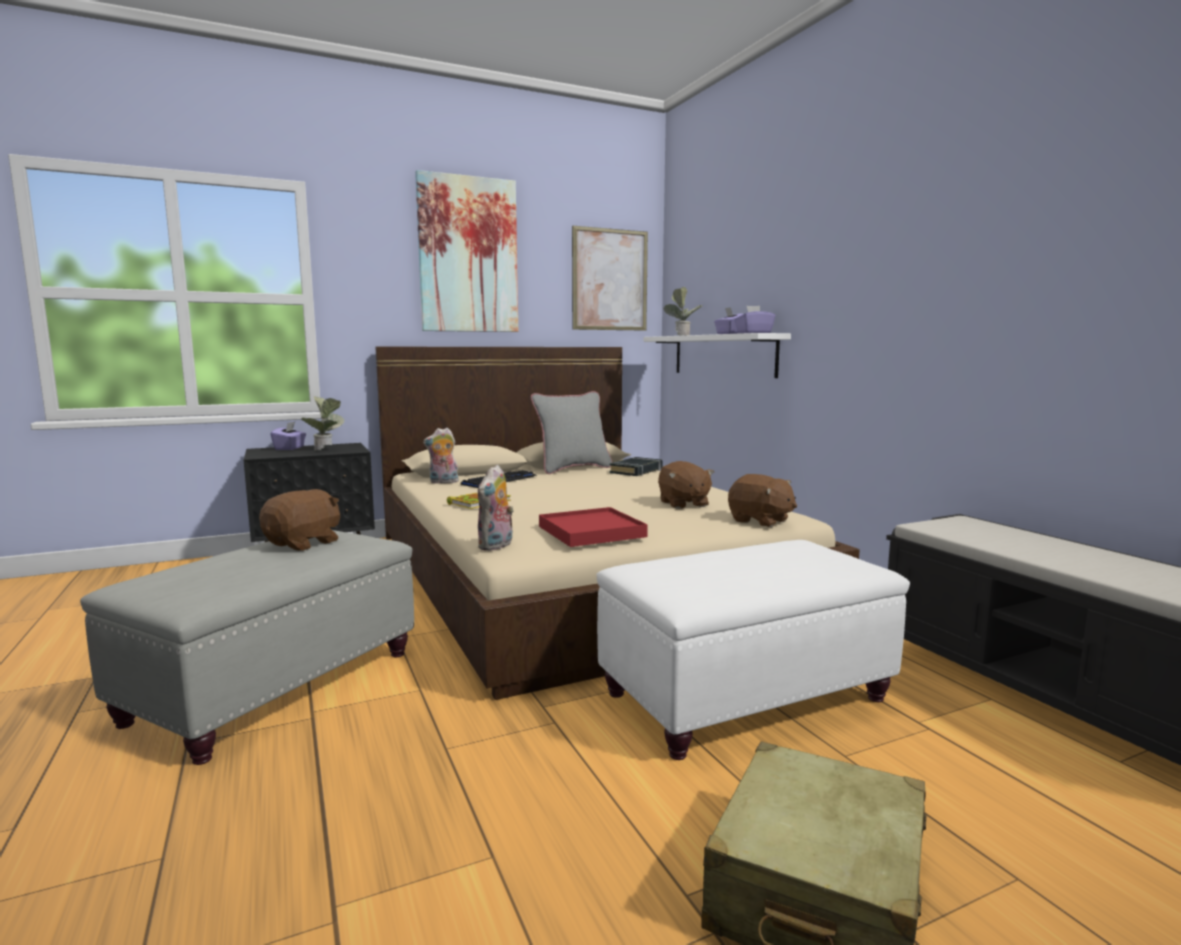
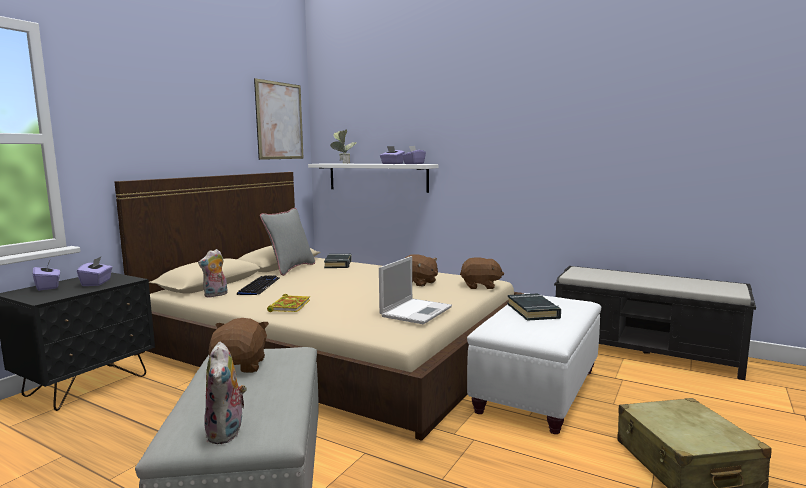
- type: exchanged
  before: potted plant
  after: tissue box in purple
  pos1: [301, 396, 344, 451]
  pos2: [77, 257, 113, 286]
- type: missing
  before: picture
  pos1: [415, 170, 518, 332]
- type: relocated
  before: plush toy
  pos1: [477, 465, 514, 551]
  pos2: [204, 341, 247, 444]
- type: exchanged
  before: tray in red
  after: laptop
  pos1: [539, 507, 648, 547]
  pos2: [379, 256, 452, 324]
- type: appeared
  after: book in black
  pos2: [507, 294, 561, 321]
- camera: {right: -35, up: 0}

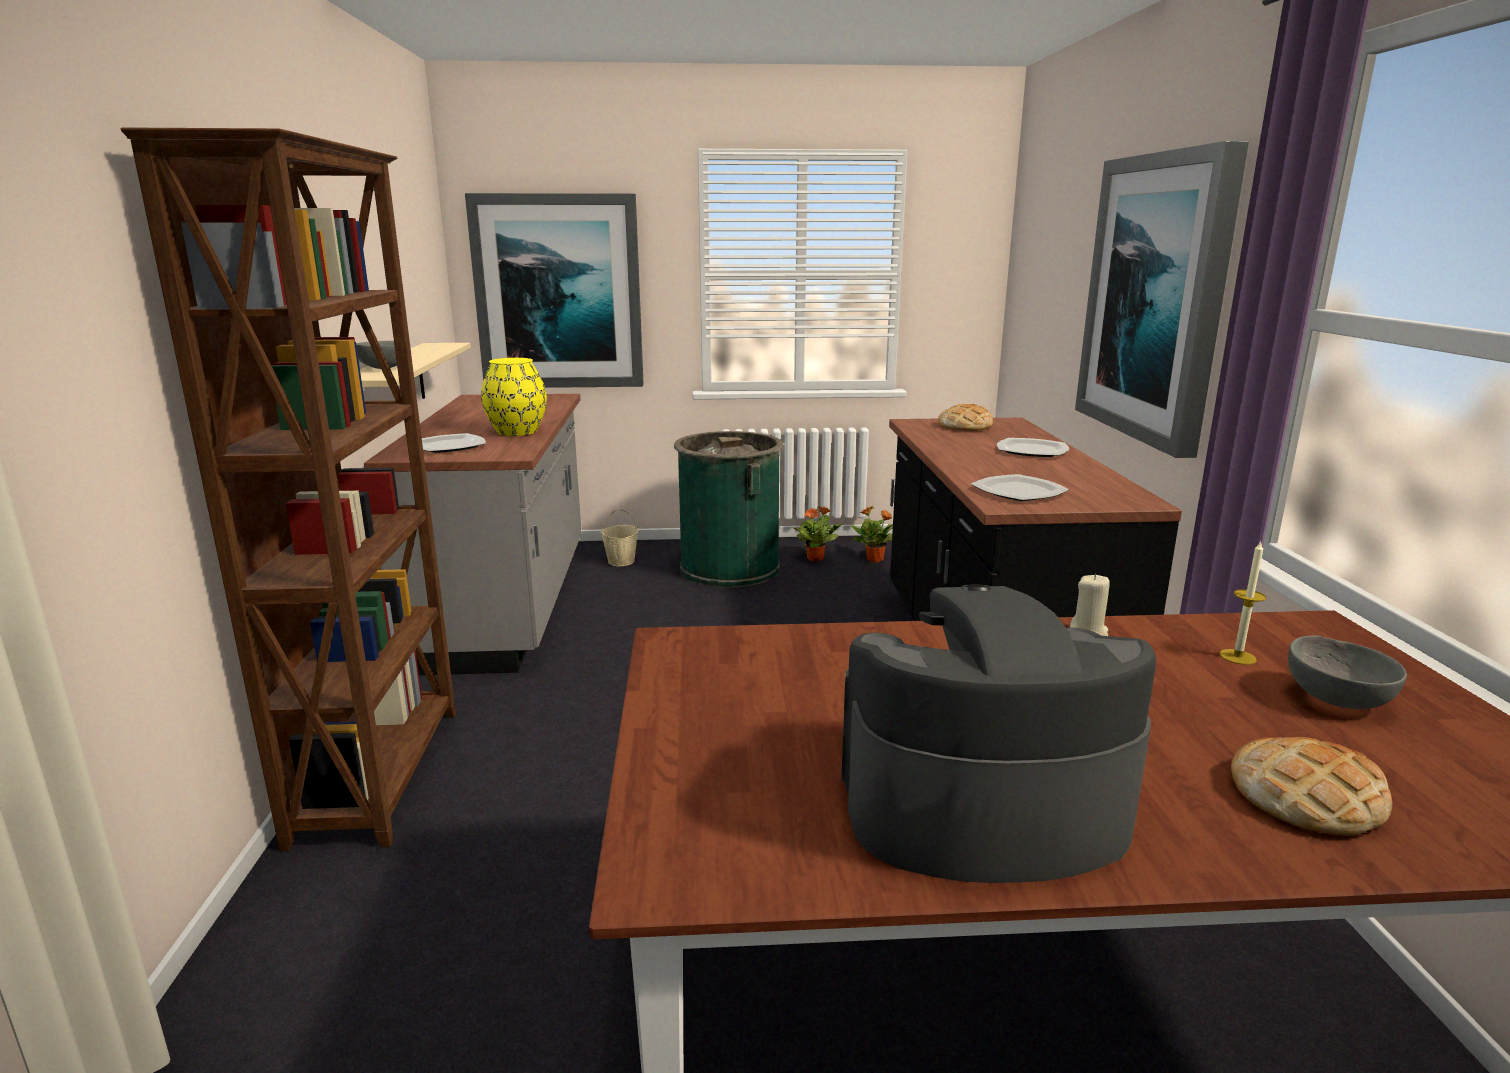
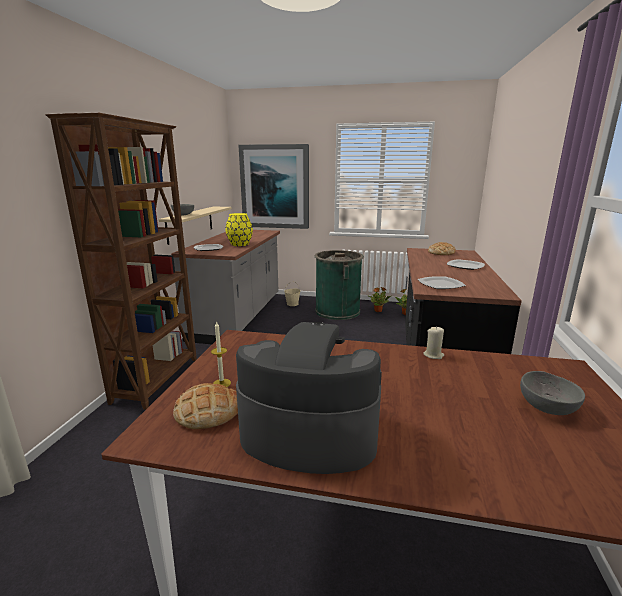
- type: missing
  before: picture
  pos1: [1075, 141, 1249, 458]
- type: relocated
  before: candle
  pos1: [1220, 541, 1266, 665]
  pos2: [211, 321, 231, 387]
- type: relocated
  before: bread
  pos1: [1231, 737, 1392, 836]
  pos2: [173, 383, 238, 429]
- camera: {right: 15, up: 0}

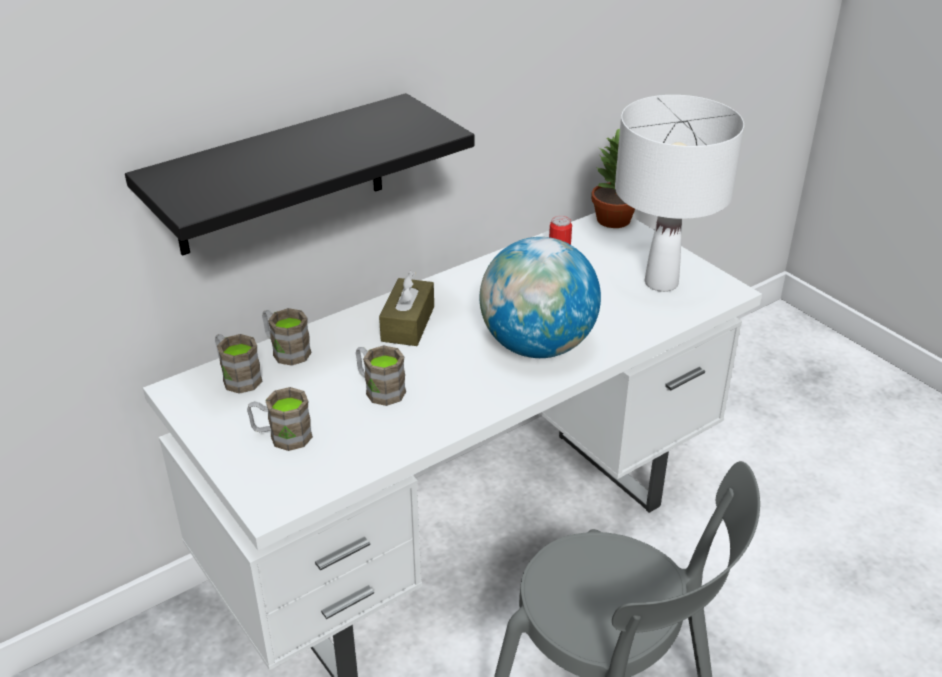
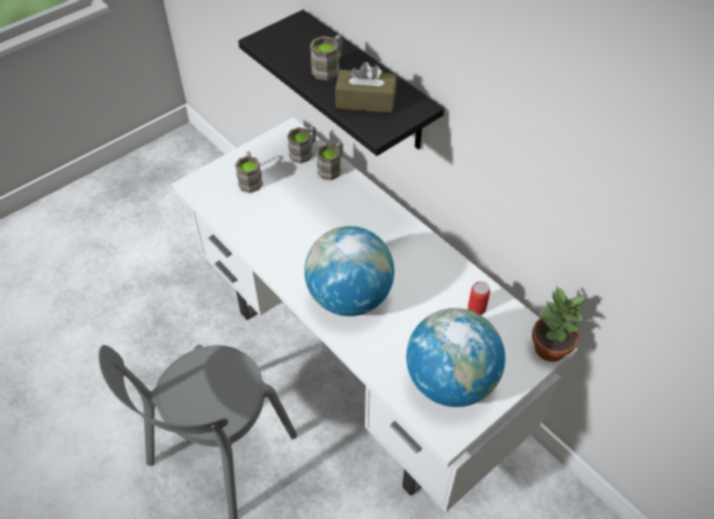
- type: relocated
  before: mug in brown
  pos1: [356, 345, 406, 406]
  pos2: [310, 35, 342, 81]
- type: relocated
  before: tissue box in brown
  pos1: [379, 271, 434, 346]
  pos2: [335, 62, 397, 113]
- type: exchanged
  before: table lamp in white
  after: globe
  pos1: [615, 95, 744, 292]
  pos2: [406, 308, 505, 407]
- camera: {right: 85, up: 15}

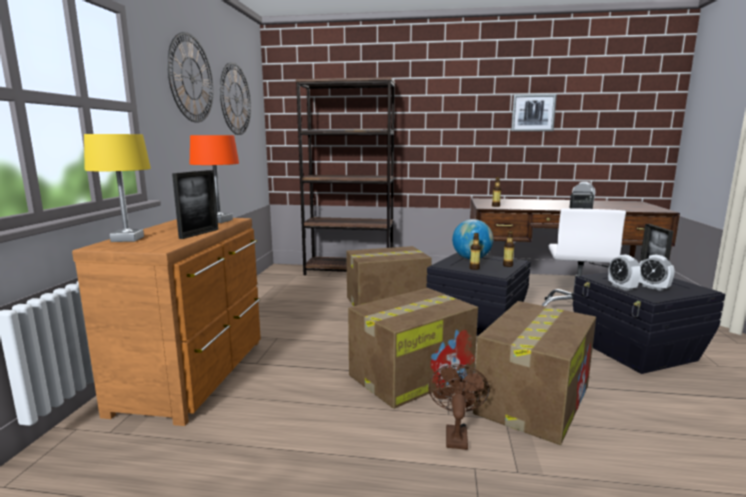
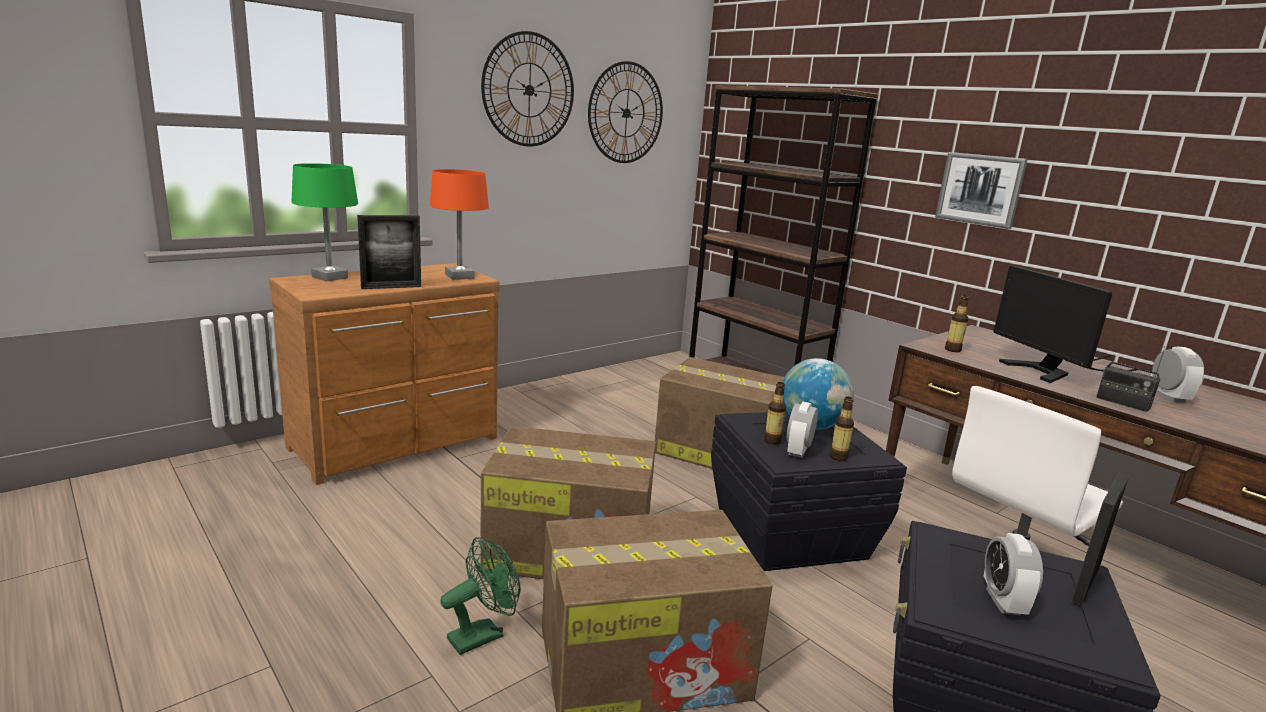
- type: colour
  before: table lamp in yellow
  after: table lamp in green
  pos1: [84, 134, 151, 242]
  pos2: [291, 163, 358, 282]
- type: colour
  before: fan in brown
  after: fan in green
  pos1: [428, 364, 489, 450]
  pos2: [440, 537, 521, 655]
- type: relocated
  before: picture
  pos1: [511, 94, 557, 131]
  pos2: [935, 152, 1028, 229]
- type: relocated
  before: alarm clock
  pos1: [608, 254, 641, 291]
  pos2: [786, 402, 818, 458]
- type: appeared
  after: monitor
  pos2: [994, 266, 1142, 383]
- camera: {right: 40, up: 5}

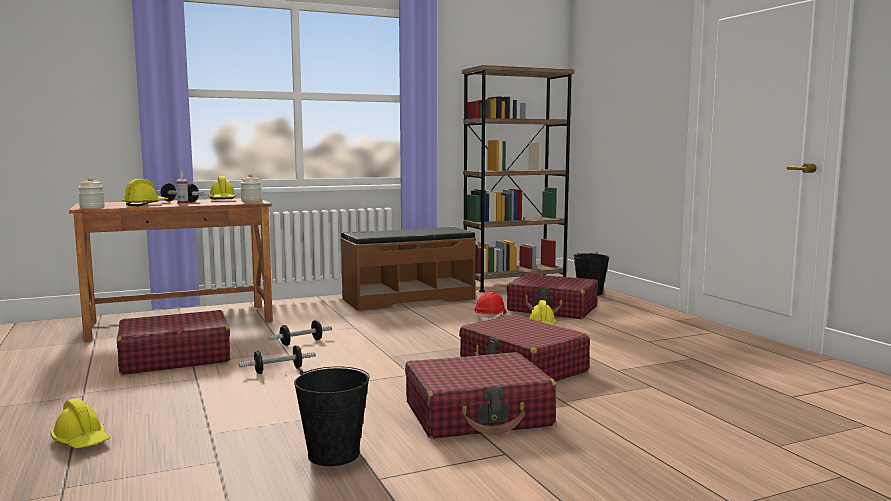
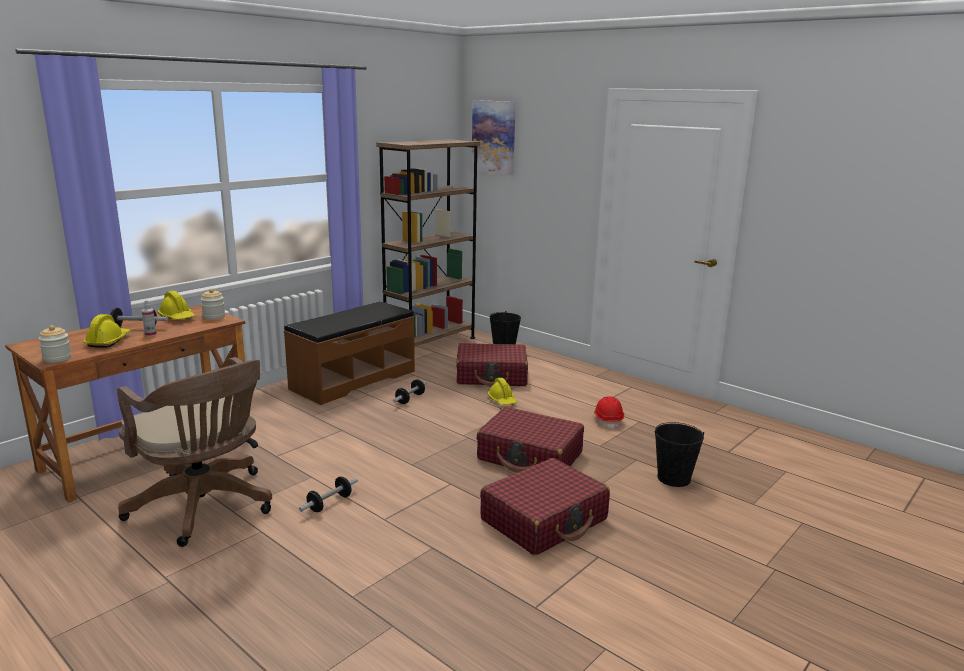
- type: missing
  before: hard hat in yellow
  pos1: [50, 398, 110, 448]
- type: exchanged
  before: suitcase in red
  after: office chair in brown
  pos1: [117, 310, 230, 375]
  pos2: [117, 357, 272, 547]
- type: relocated
  before: dumbbell
  pos1: [268, 320, 332, 346]
  pos2: [393, 379, 427, 404]
- type: relocated
  before: bucket in black
  pos1: [294, 366, 370, 466]
  pos2: [654, 422, 704, 487]
- type: relocated
  before: hard hat in red
  pos1: [475, 292, 507, 321]
  pos2: [594, 396, 624, 429]
- type: appeared
  after: picture
  pos2: [472, 100, 516, 175]
- camera: {right: -25, up: 10}

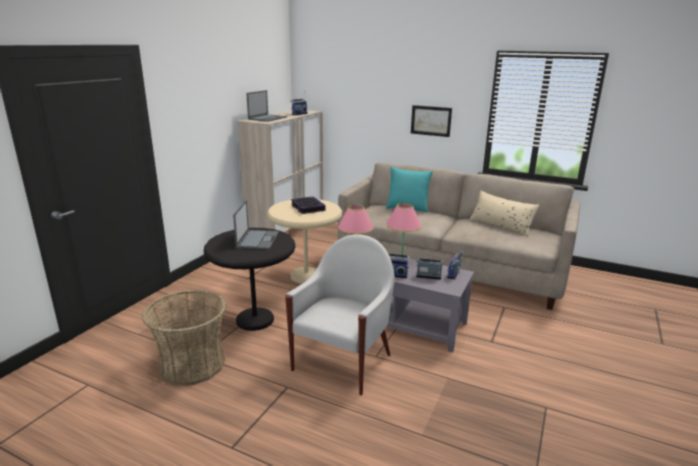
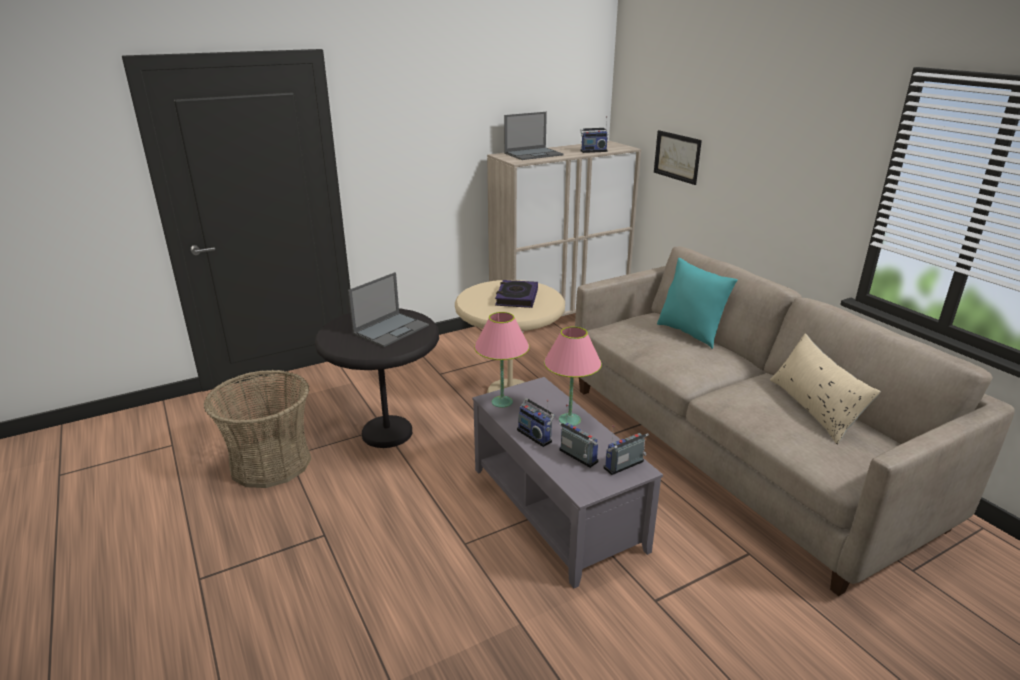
- type: missing
  before: armchair in white
  pos1: [285, 234, 395, 395]
- type: relocated
  before: picture
  pos1: [411, 105, 452, 137]
  pos2: [654, 130, 702, 185]
- camera: {right: 35, up: 5}

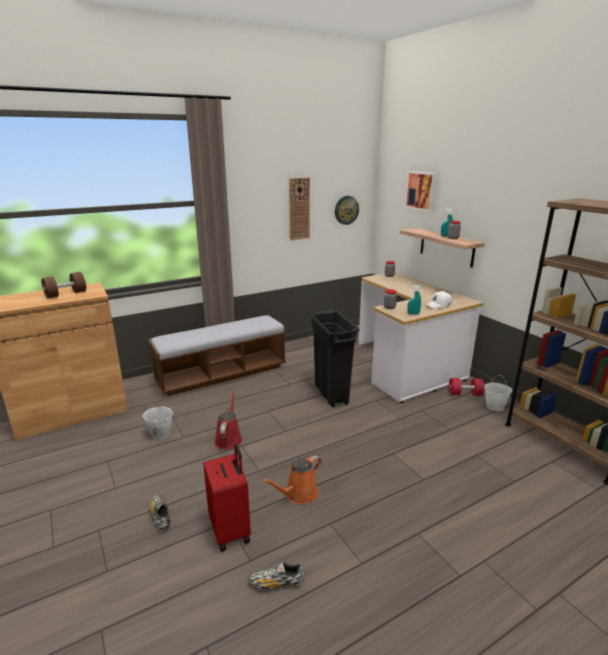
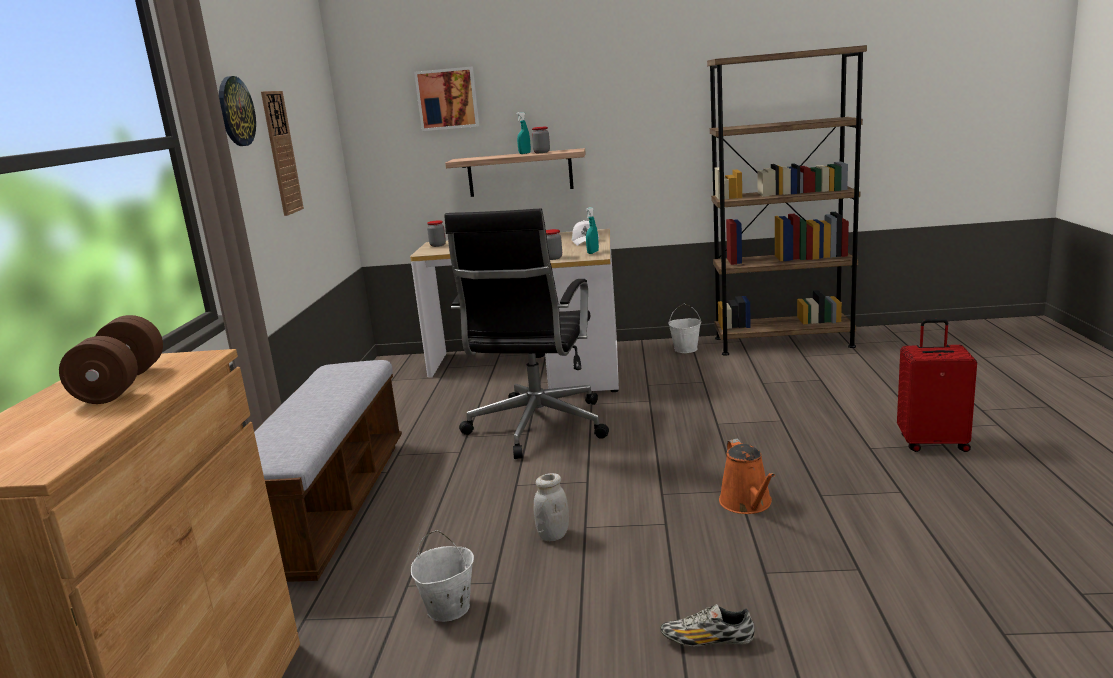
- type: relocated
  before: suitcase in red
  pos1: [203, 444, 251, 552]
  pos2: [897, 319, 977, 452]
- type: exchanged
  before: watering can in red
  after: jar in white
  pos1: [214, 390, 242, 450]
  pos2: [534, 473, 569, 541]
- type: missing
  before: shoe
  pos1: [248, 562, 304, 590]
- type: exchanged
  before: trash can in black
  after: office chair in black
  pos1: [310, 310, 359, 408]
  pos2: [445, 209, 609, 459]
- type: relocated
  before: wall clock
  pos1: [335, 196, 359, 225]
  pos2: [219, 76, 256, 146]
- type: missing
  before: dumbbell in red
  pos1: [449, 378, 484, 396]
- camera: {right: -55, up: -5}

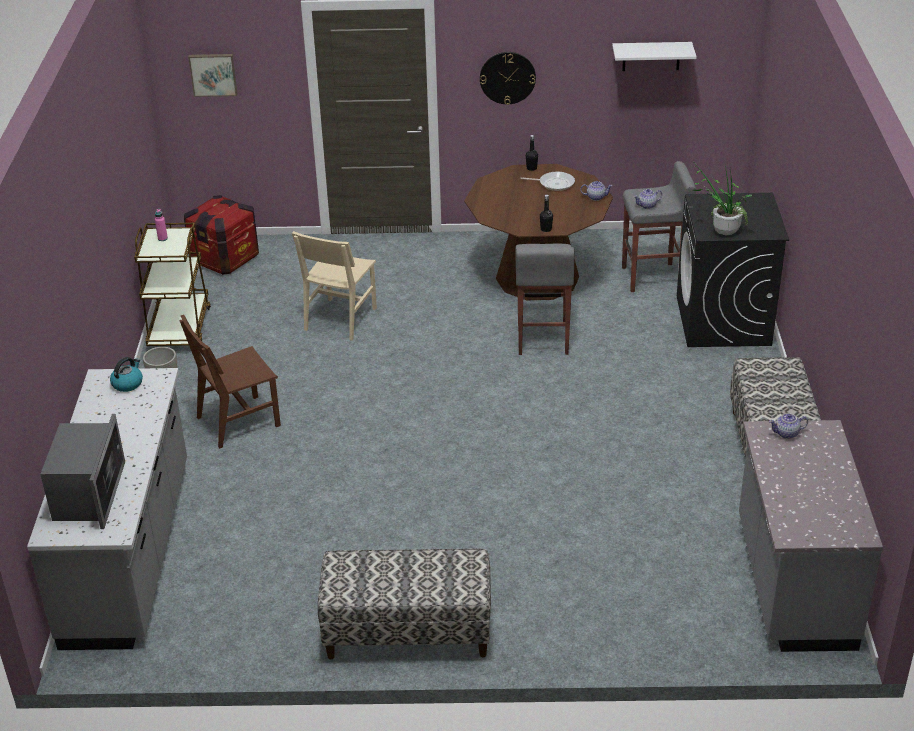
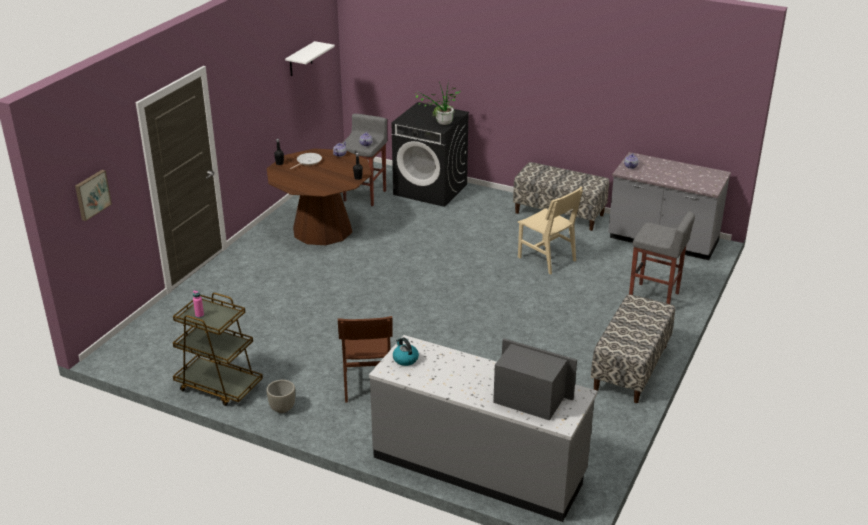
- type: missing
  before: crate
  pos1: [184, 195, 259, 275]
- type: relocated
  before: chair in beige
  pos1: [292, 231, 377, 341]
  pos2: [518, 187, 583, 275]
- type: missing
  before: wall clock
  pos1: [480, 52, 536, 105]
- type: relocated
  before: stool in grey
  pos1: [515, 244, 575, 355]
  pos2: [629, 212, 695, 304]
- camera: {right: -65, up: -5}

